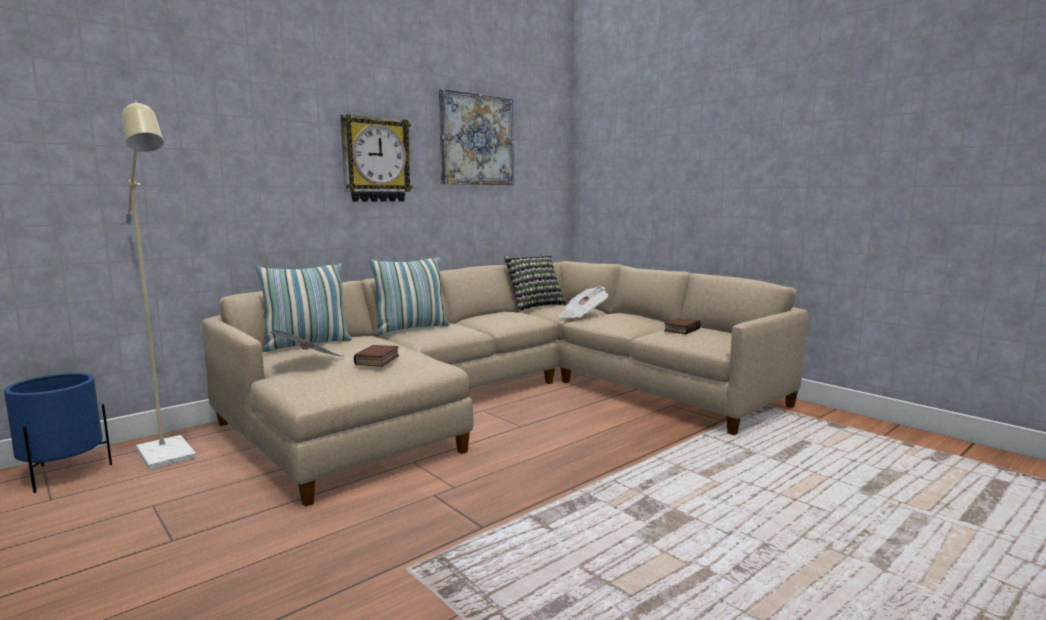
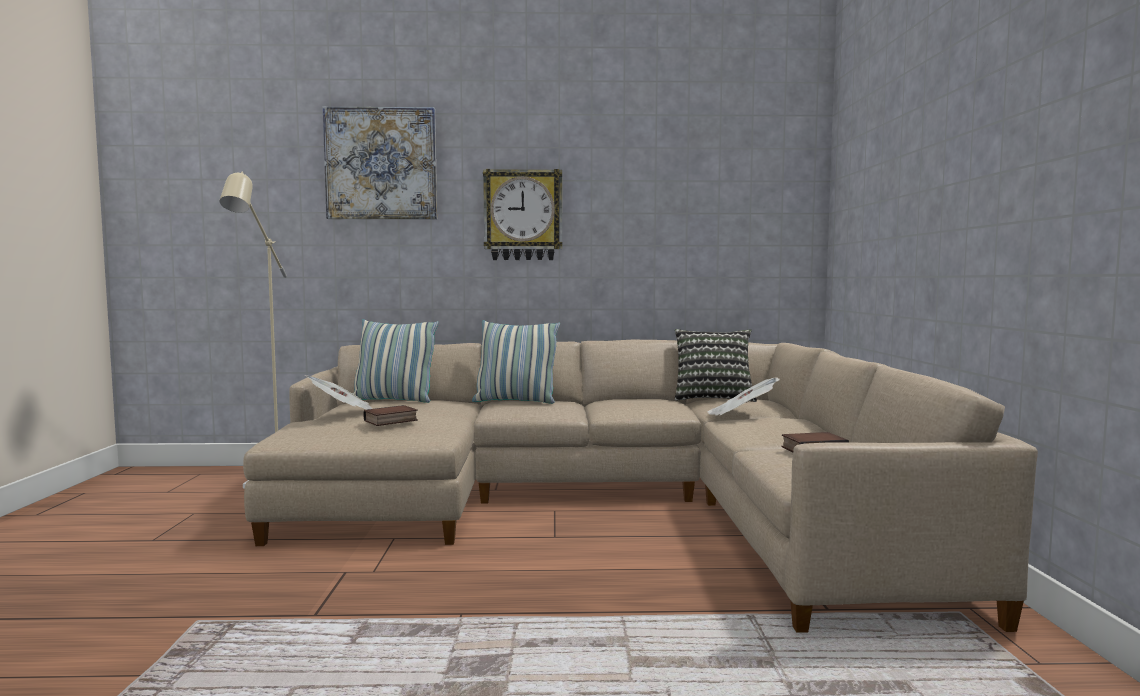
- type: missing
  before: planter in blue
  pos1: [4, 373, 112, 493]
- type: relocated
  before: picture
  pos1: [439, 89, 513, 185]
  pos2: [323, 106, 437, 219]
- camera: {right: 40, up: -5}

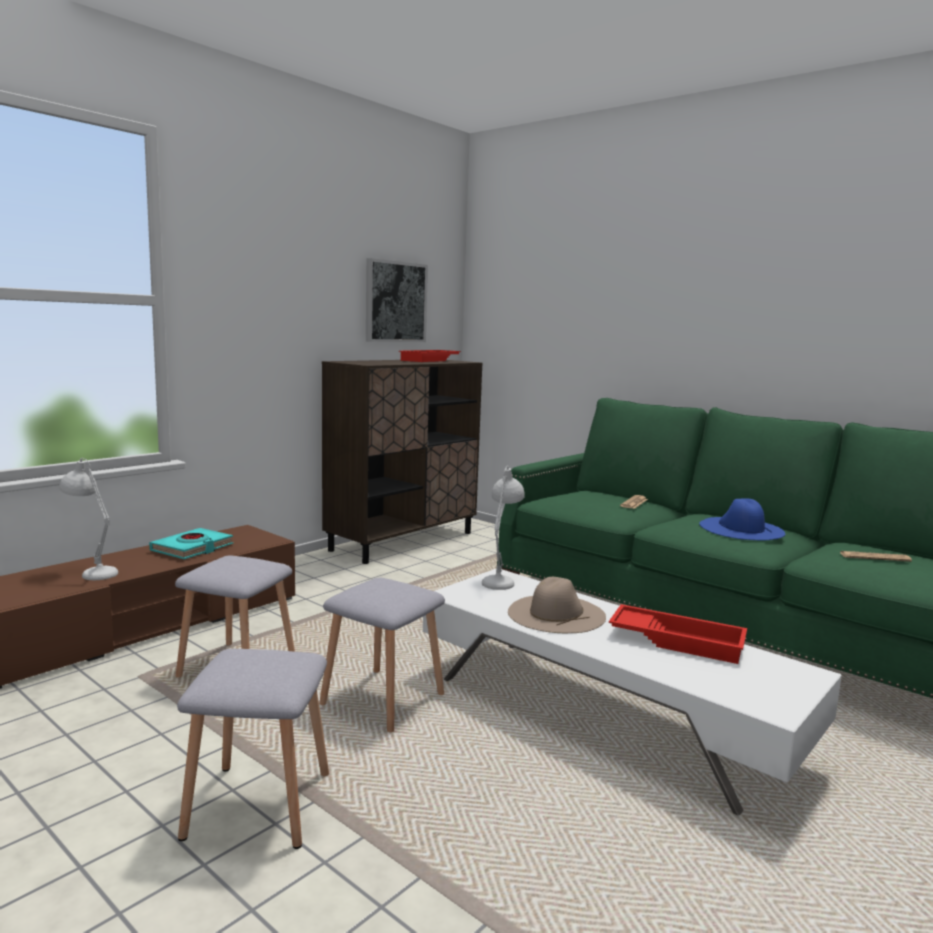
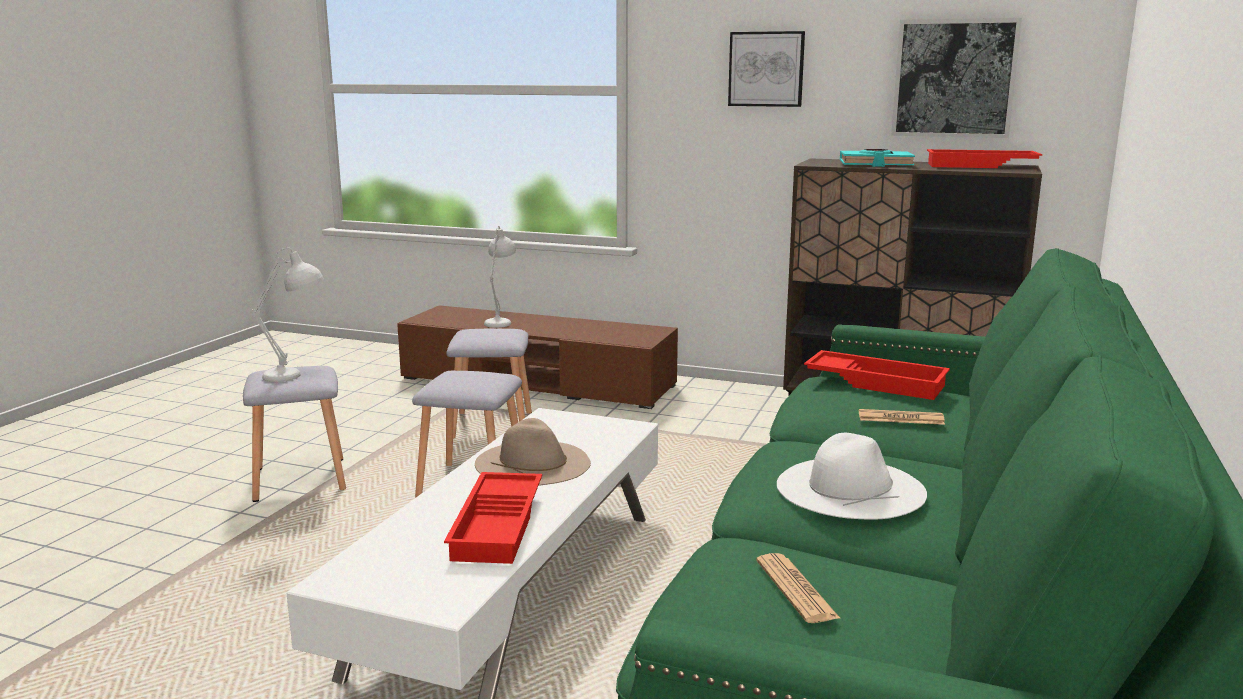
- type: relocated
  before: book in turquoise
  pos1: [149, 528, 233, 559]
  pos2: [840, 149, 915, 167]
- type: relocated
  before: table lamp in white
  pos1: [482, 466, 525, 590]
  pos2: [252, 248, 324, 382]
- type: colour
  before: hat in blue
  after: hat in white
  pos1: [699, 499, 785, 540]
  pos2: [777, 433, 927, 520]
- type: appeared
  after: picture
  pos2: [728, 31, 805, 107]
- type: appeared
  after: tray in red
  pos2: [804, 350, 950, 400]
- camera: {right: 70, up: 5}

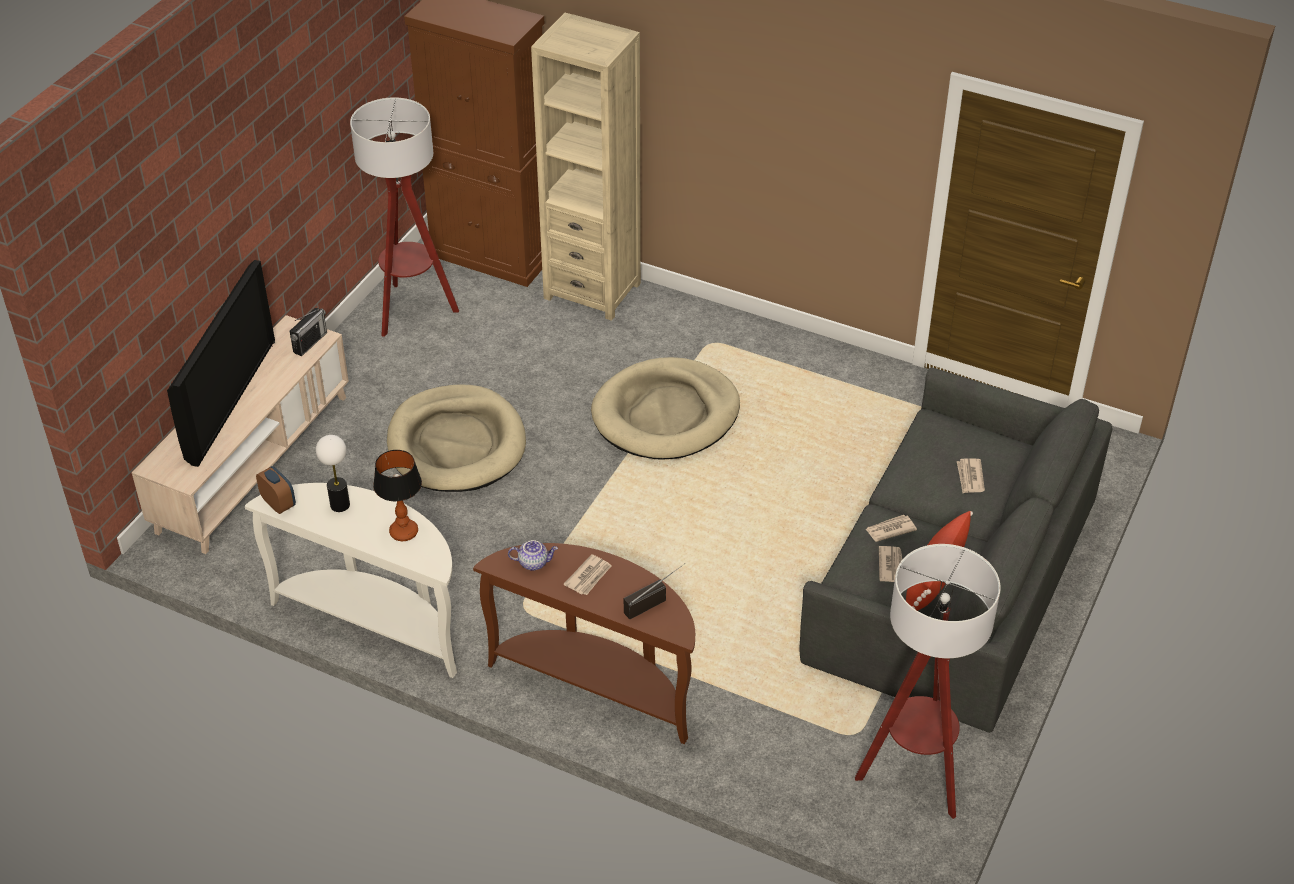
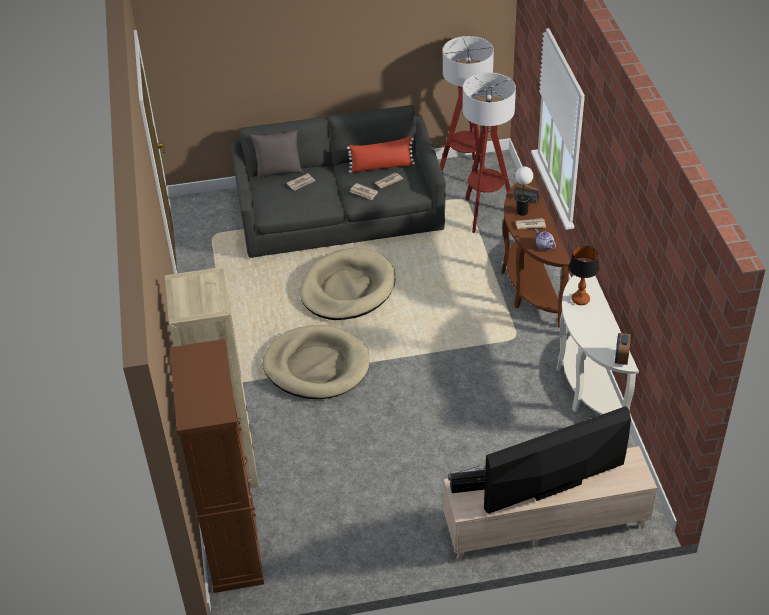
- type: relocated
  before: table lamp
  pos1: [316, 435, 350, 512]
  pos2: [515, 166, 533, 216]
- type: relocated
  before: floor lamp
  pos1: [350, 97, 459, 337]
  pos2: [462, 72, 516, 233]
- type: relocated
  before: dog bed in beige
  pos1: [387, 385, 526, 492]
  pos2: [300, 248, 396, 320]
- type: appeared
  after: pillow in grey
  pos2: [251, 130, 303, 179]
- camera: {right: -125, up: 0}

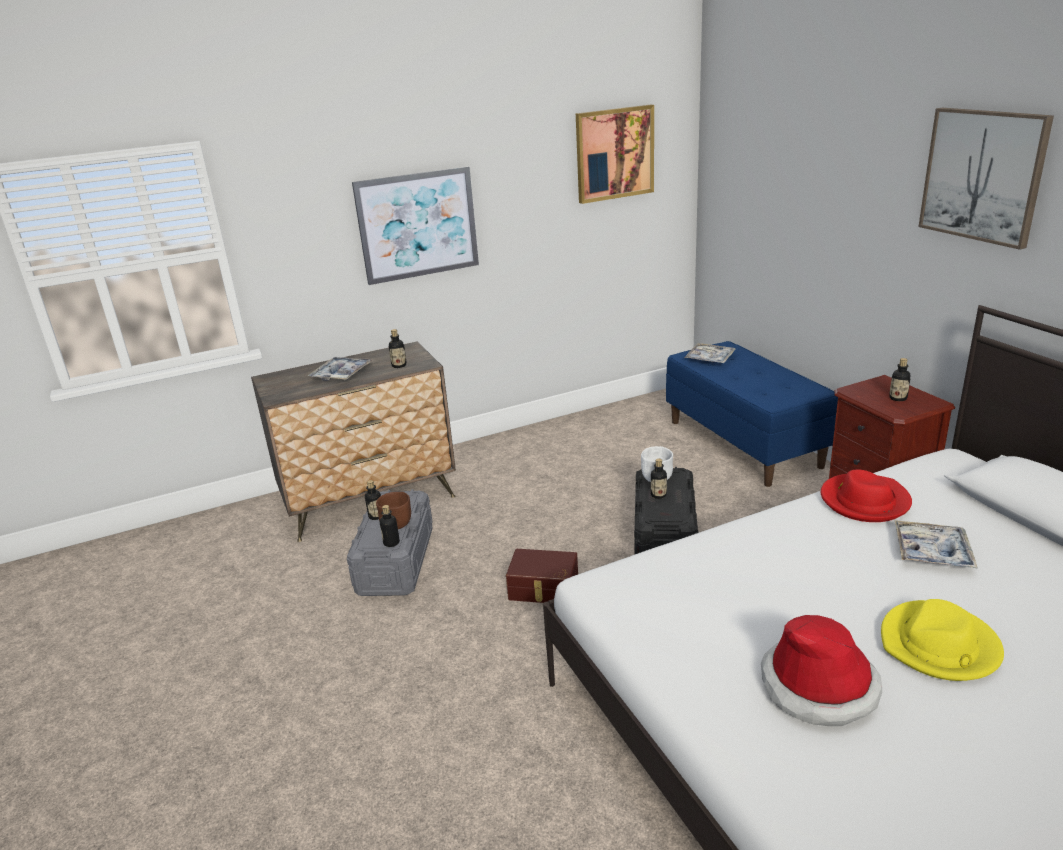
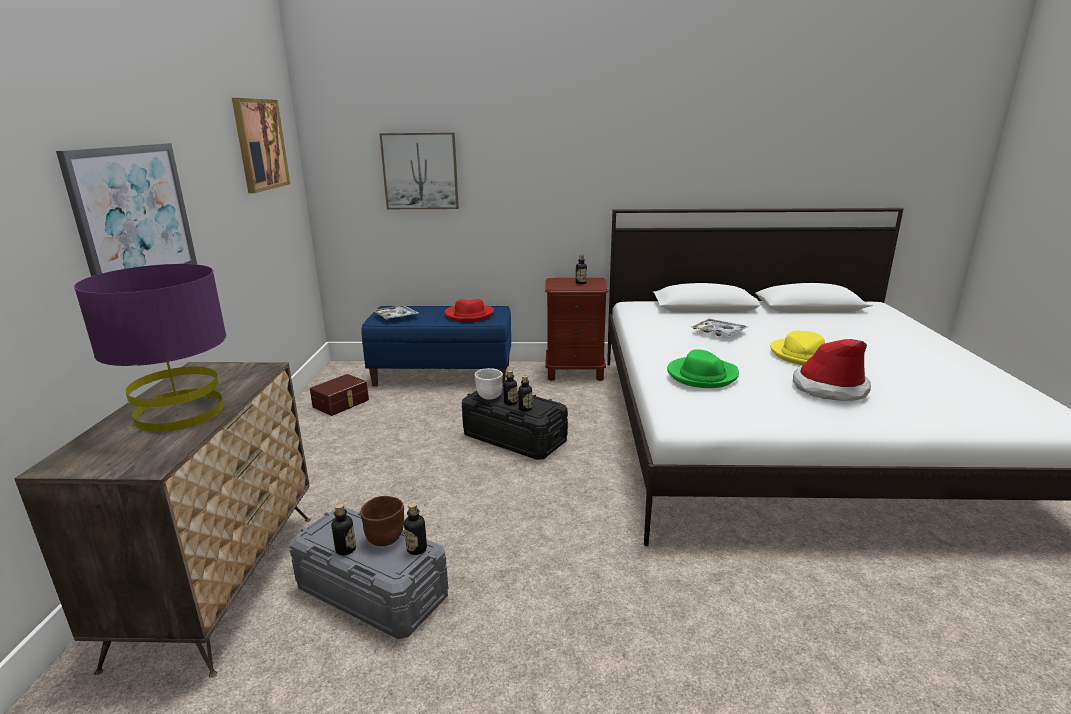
- type: exchanged
  before: tray
  after: table lamp in purple
  pos1: [308, 357, 374, 381]
  pos2: [74, 264, 226, 432]
- type: relocated
  before: bottle
  pos1: [389, 329, 406, 368]
  pos2: [518, 375, 532, 412]
- type: relocated
  before: storage box in brown
  pos1: [506, 549, 578, 603]
  pos2: [310, 374, 369, 416]
- type: relocated
  before: hat in red
  pos1: [821, 470, 912, 522]
  pos2: [444, 299, 494, 322]
- type: relocated
  before: picture
  pos1: [918, 108, 1054, 250]
  pos2: [379, 133, 459, 209]
- type: appeared
  after: hat in green
  pos2: [667, 349, 739, 388]
- camera: {right: -65, up: -5}

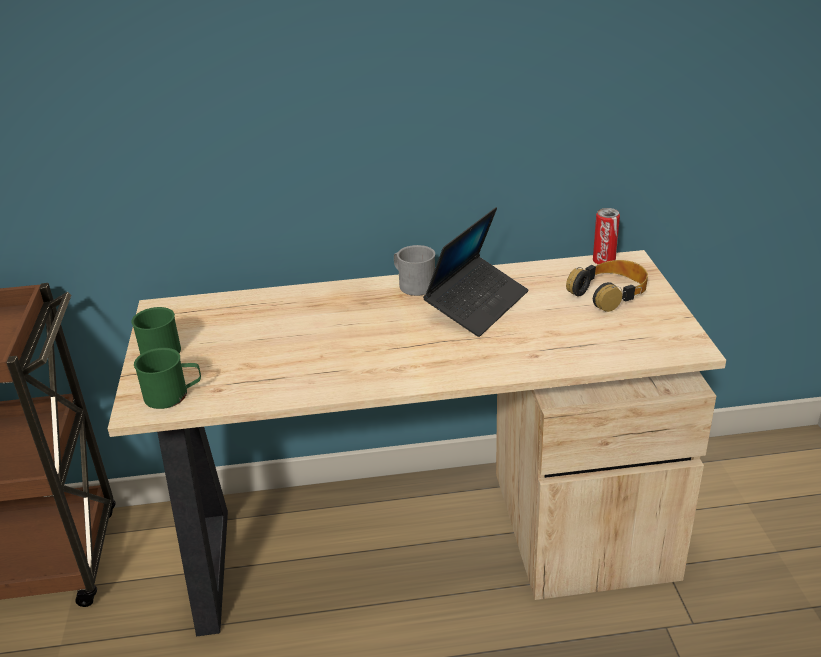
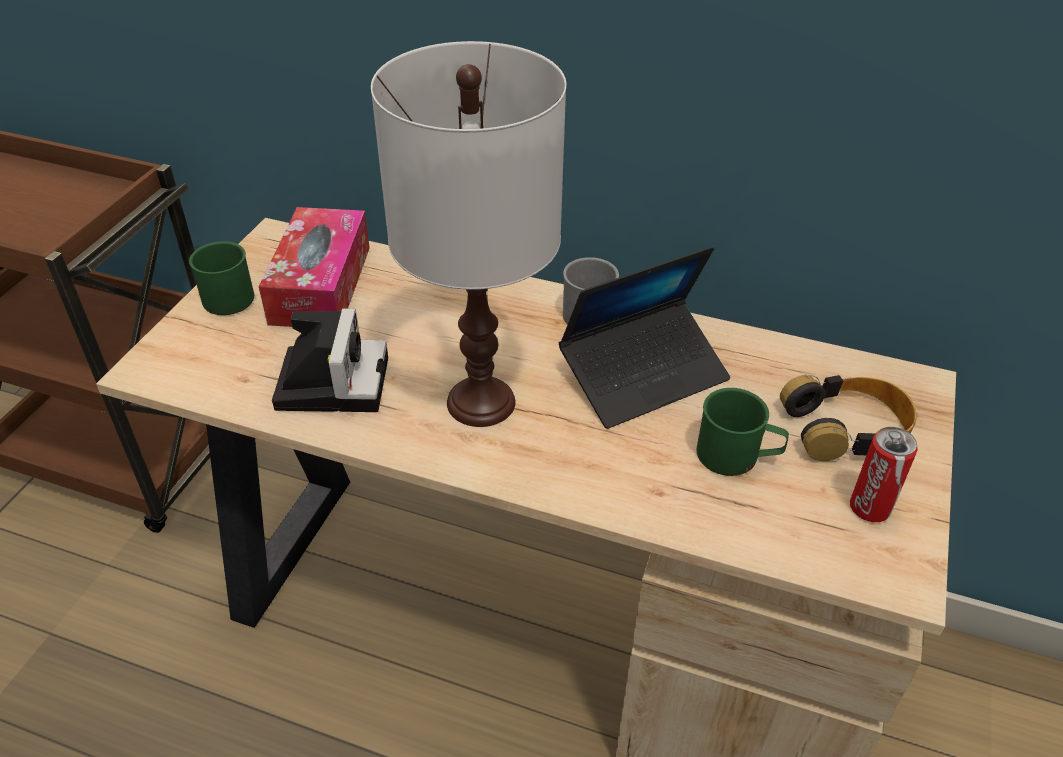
- type: relocated
  before: mug in green
  pos1: [134, 348, 201, 409]
  pos2: [697, 388, 789, 476]
- type: relocated
  before: can
  pos1: [593, 208, 620, 265]
  pos2: [850, 427, 918, 522]
- type: appeared
  after: tissue box
  pos2: [259, 207, 370, 327]
- type: appeared
  after: photo camera
  pos2: [272, 308, 388, 412]
- type: appeared
  after: table lamp in white
  pos2: [371, 41, 566, 427]
- camera: {right: 25, up: 10}

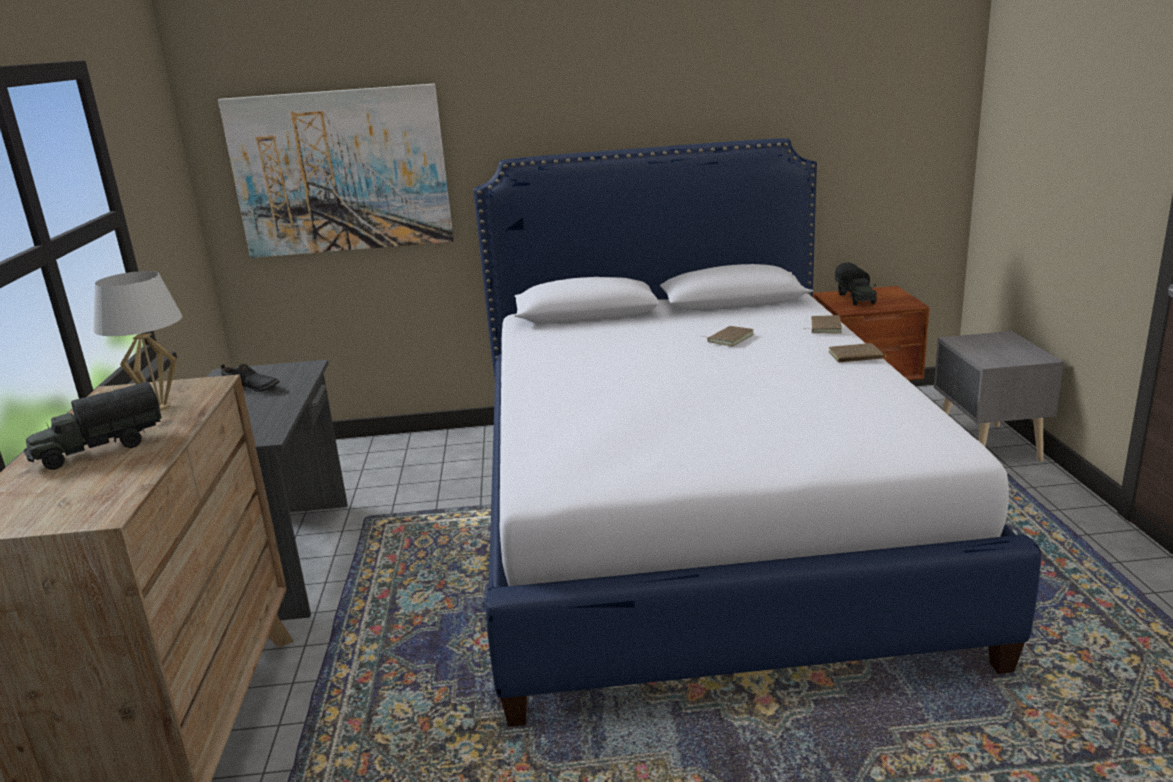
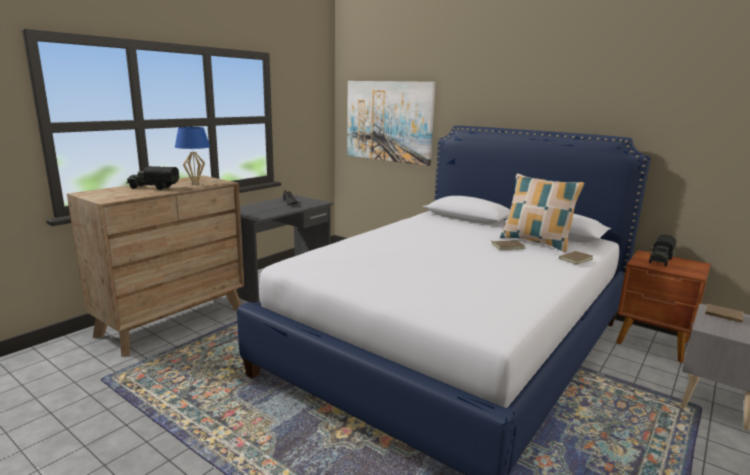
- type: colour
  before: table lamp in white
  after: table lamp in blue
  pos1: [93, 271, 183, 411]
  pos2: [175, 127, 210, 185]
- type: relocated
  before: book in brown
  pos1: [828, 343, 886, 363]
  pos2: [705, 304, 744, 323]
- type: appeared
  after: pillow
  pos2: [500, 173, 585, 252]
- camera: {right: 40, up: -5}

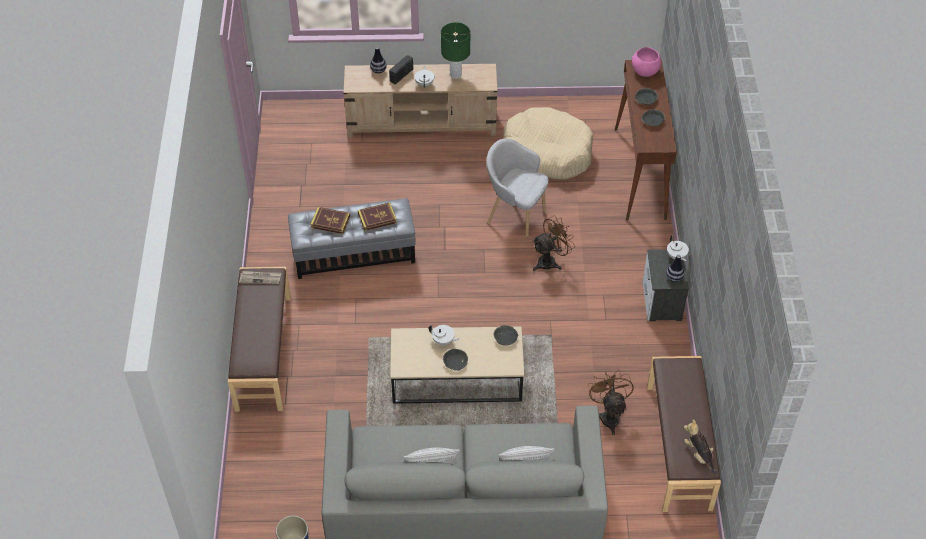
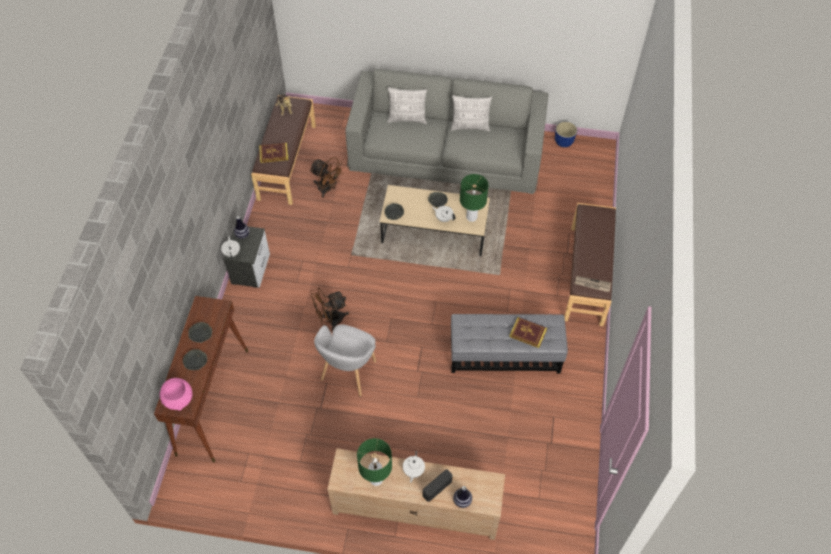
- type: relocated
  before: book
  pos1: [358, 202, 397, 231]
  pos2: [259, 142, 289, 163]
- type: spun
  before: armchair in grey
  pos1: [486, 139, 549, 238]
  pos2: [314, 324, 376, 397]
  turn: 75
- type: missing
  before: dog bed in beige
  pos1: [503, 107, 594, 179]
- type: spun
  before: fan in brown
  pos1: [588, 370, 634, 435]
  pos2: [310, 157, 344, 198]
  turn: -60
- type: appeared
  after: table lamp in green
  pos2: [460, 174, 489, 222]
- camera: {right: -170, up: 5}

